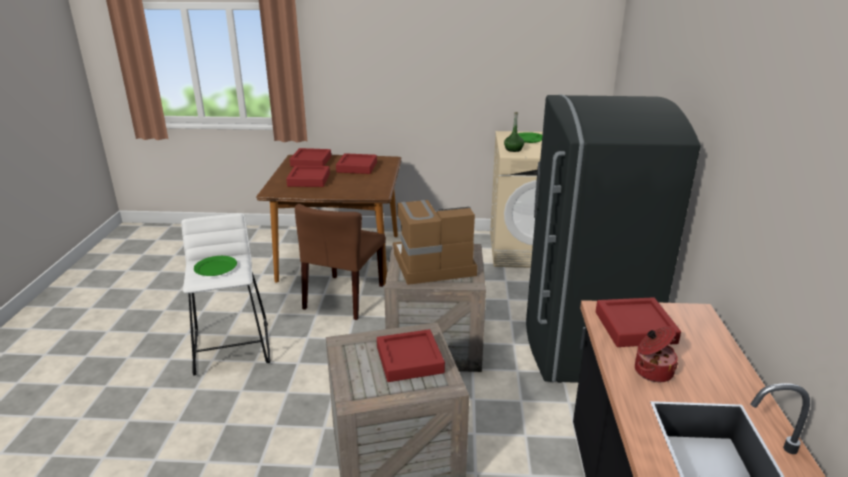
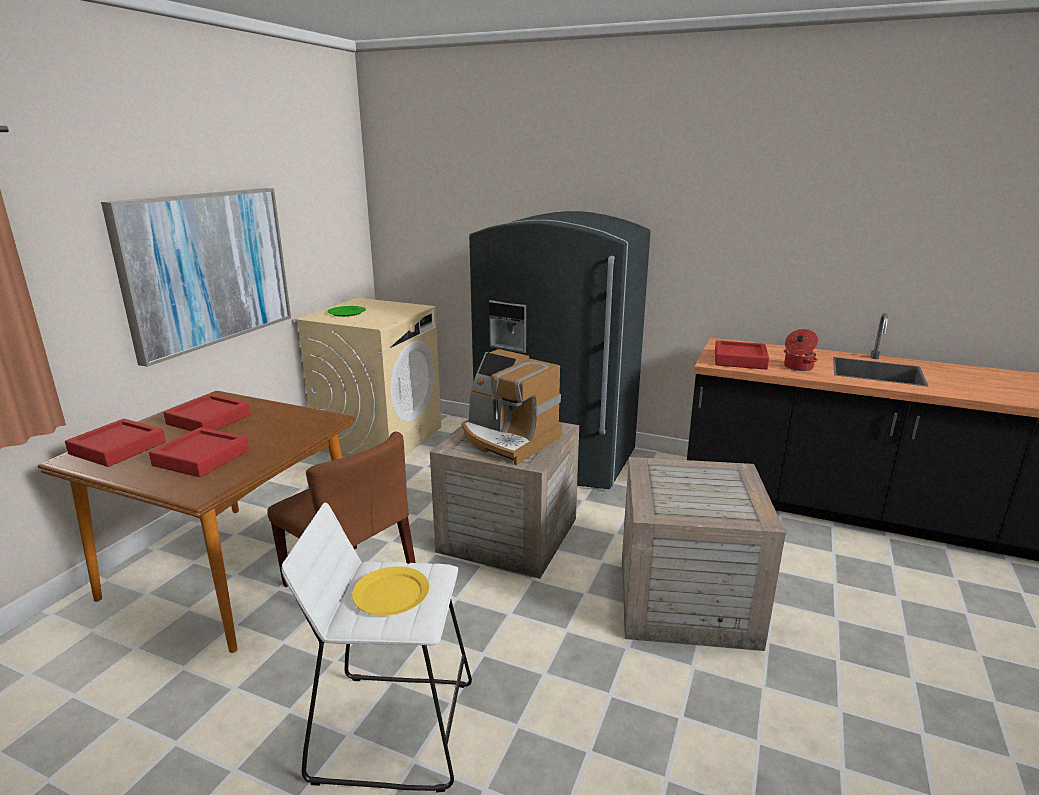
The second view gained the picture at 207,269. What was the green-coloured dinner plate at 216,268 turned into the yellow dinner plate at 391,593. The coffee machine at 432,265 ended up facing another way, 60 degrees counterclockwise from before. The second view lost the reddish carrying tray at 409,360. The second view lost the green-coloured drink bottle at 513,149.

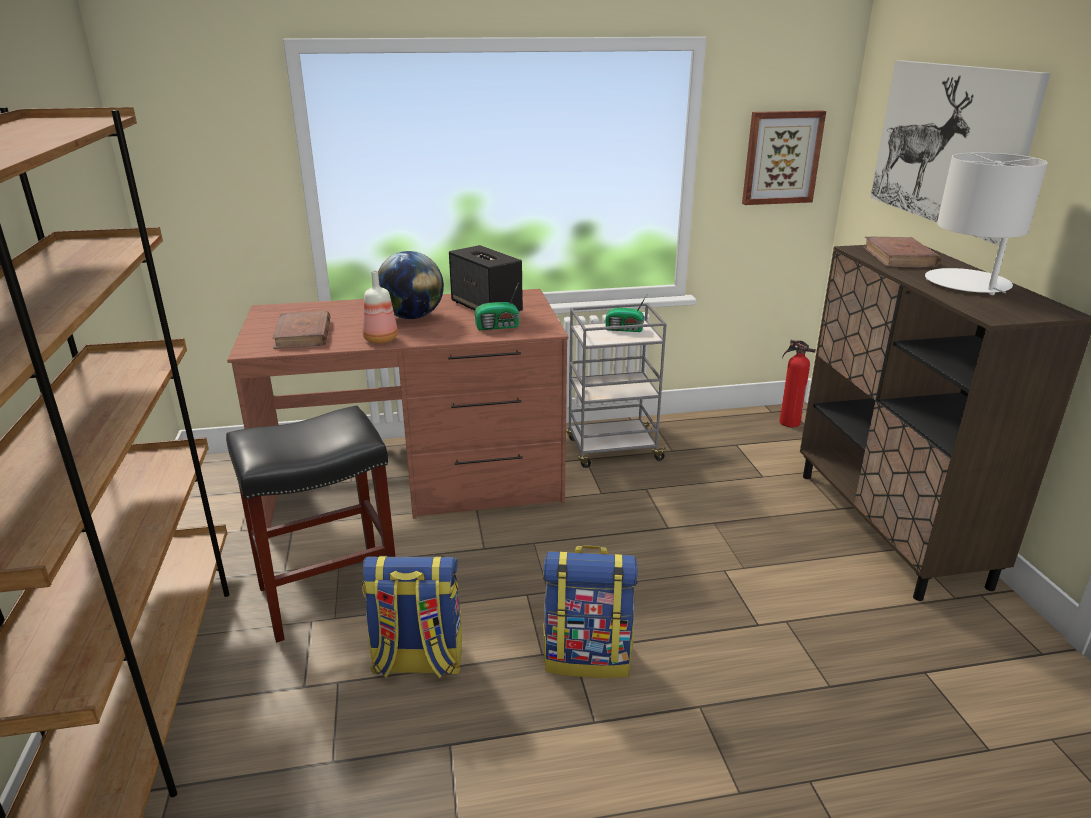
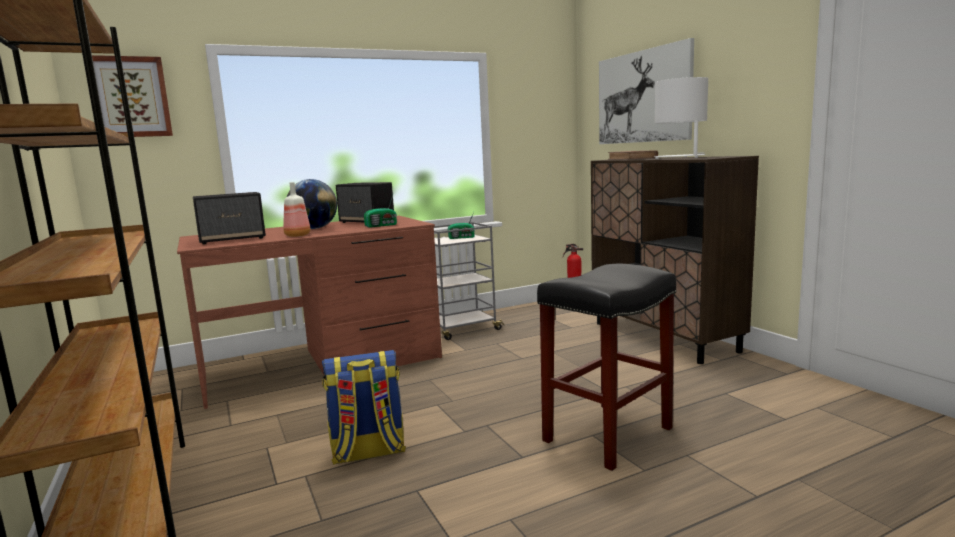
The picture ended up elsewhere, having gone from 781,157 to 130,97. Where the brownish bound book stood at 303,334, the speaker came to stand at 233,239. The black stool seat ended up elsewhere, having gone from 327,595 to 607,435. The second view lost the knapsack at 588,656.

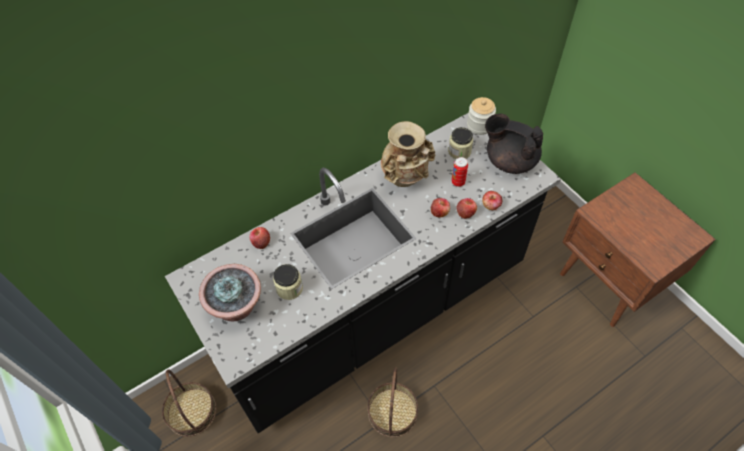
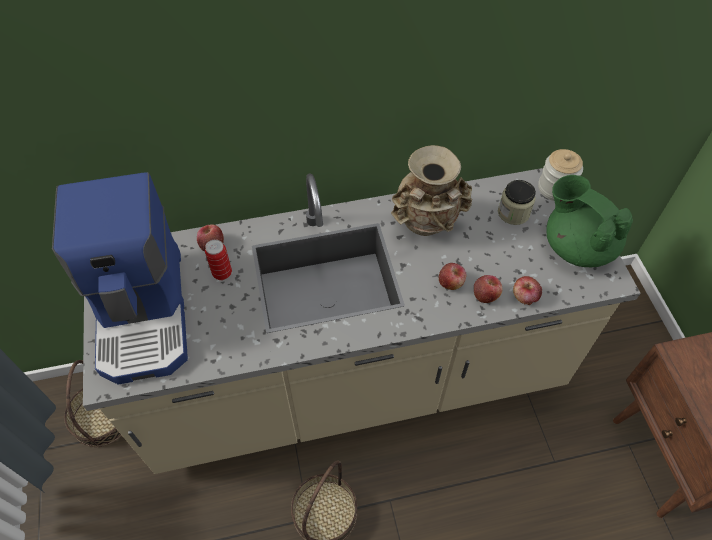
Where the houseplant stood at 237,306, the coffee machine came to stand at 145,313. What was the black kitchen base unit at 375,314 turned into the beige-coloured kitchen base unit at 356,383. The can ended up elsewhere, having gone from 458,182 to 222,273. What was the black tea pot at 509,160 turned into the green-coloured tea pot at 577,246. The second view lost the preserve jar at 289,288.

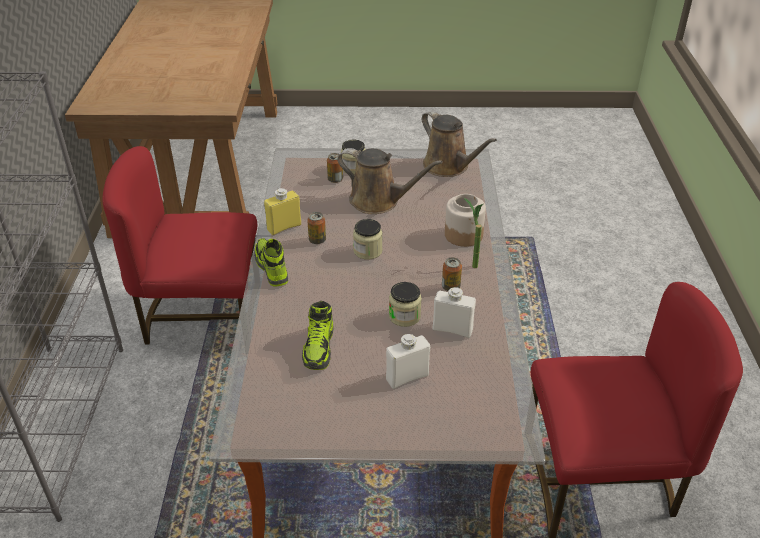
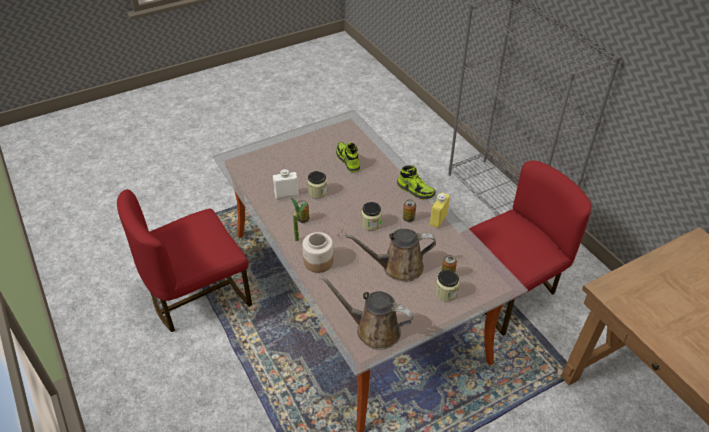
The second view lost the white-coloured drink bottle at 407,377.

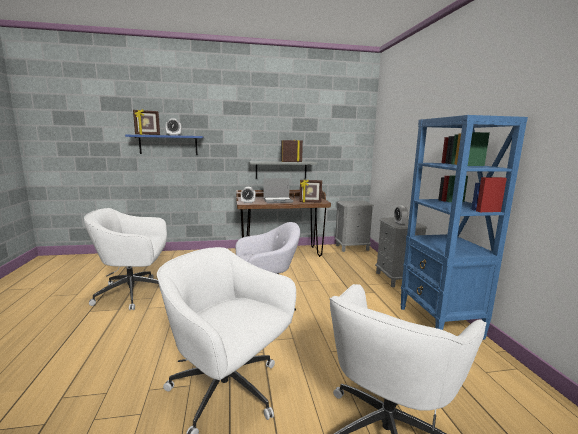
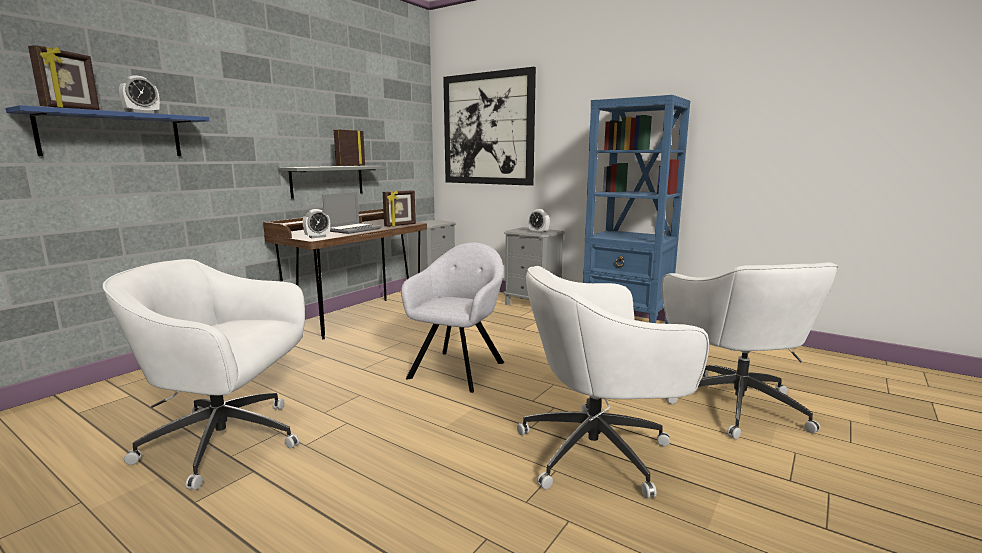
The white-coloured office chair at 135,293 ended up facing another way, 60 degrees clockwise from before. The second view gained the picture at 488,129.

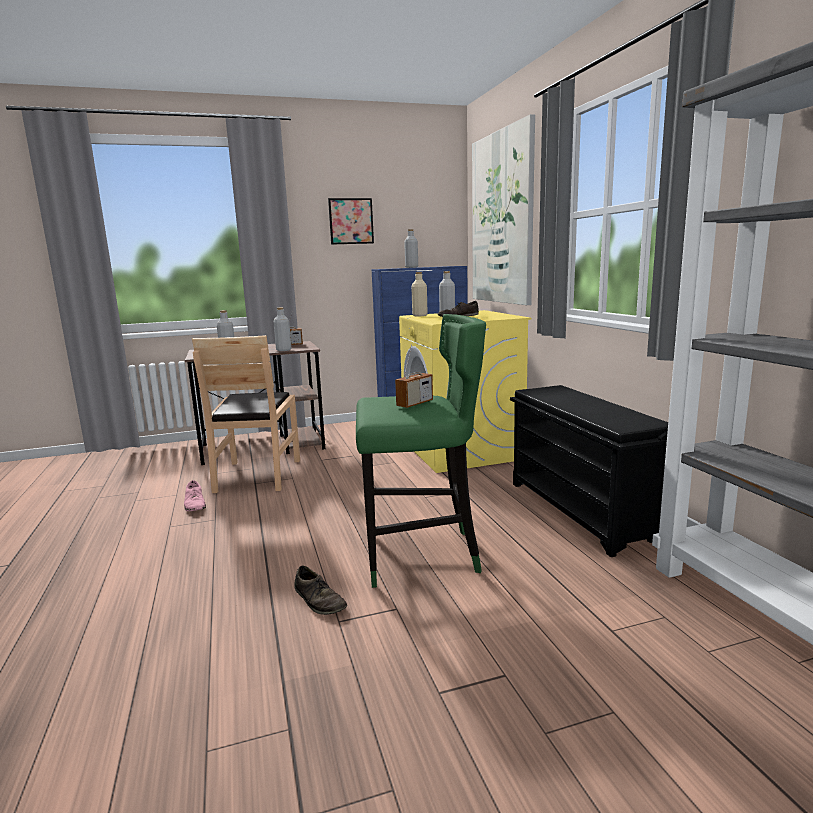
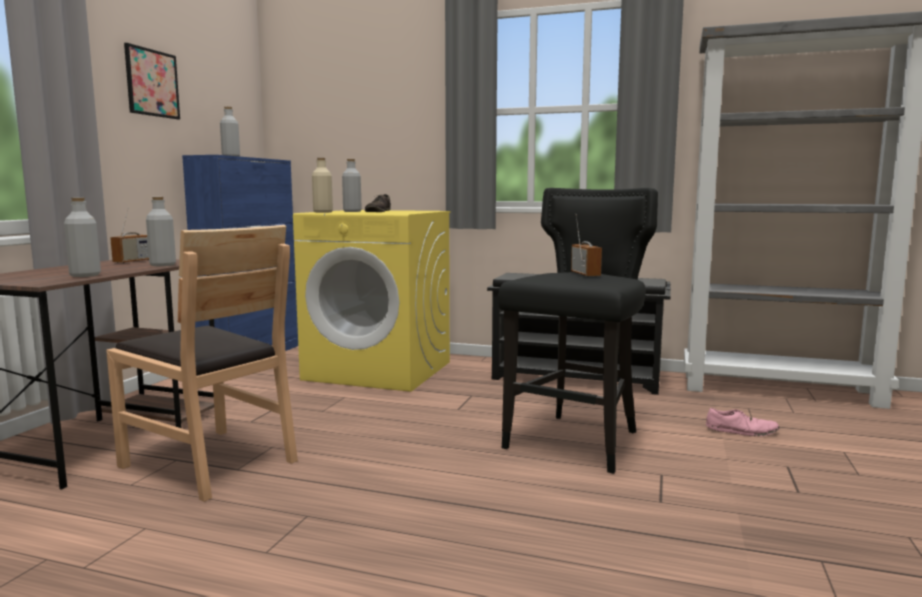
What was the green-coloured stool seat at 422,555 turned into the black stool seat at 577,441. The pinkish low shoe ended up elsewhere, having gone from 195,504 to 741,431. The second view lost the brownish low shoe at 319,600. The second view lost the picture at 502,219.

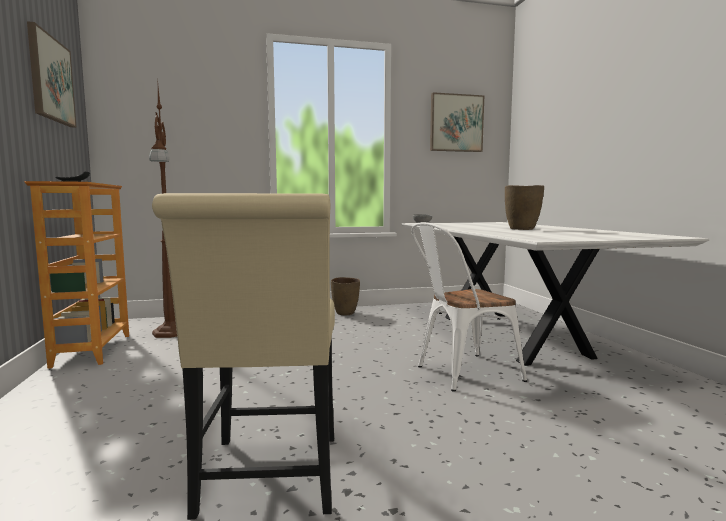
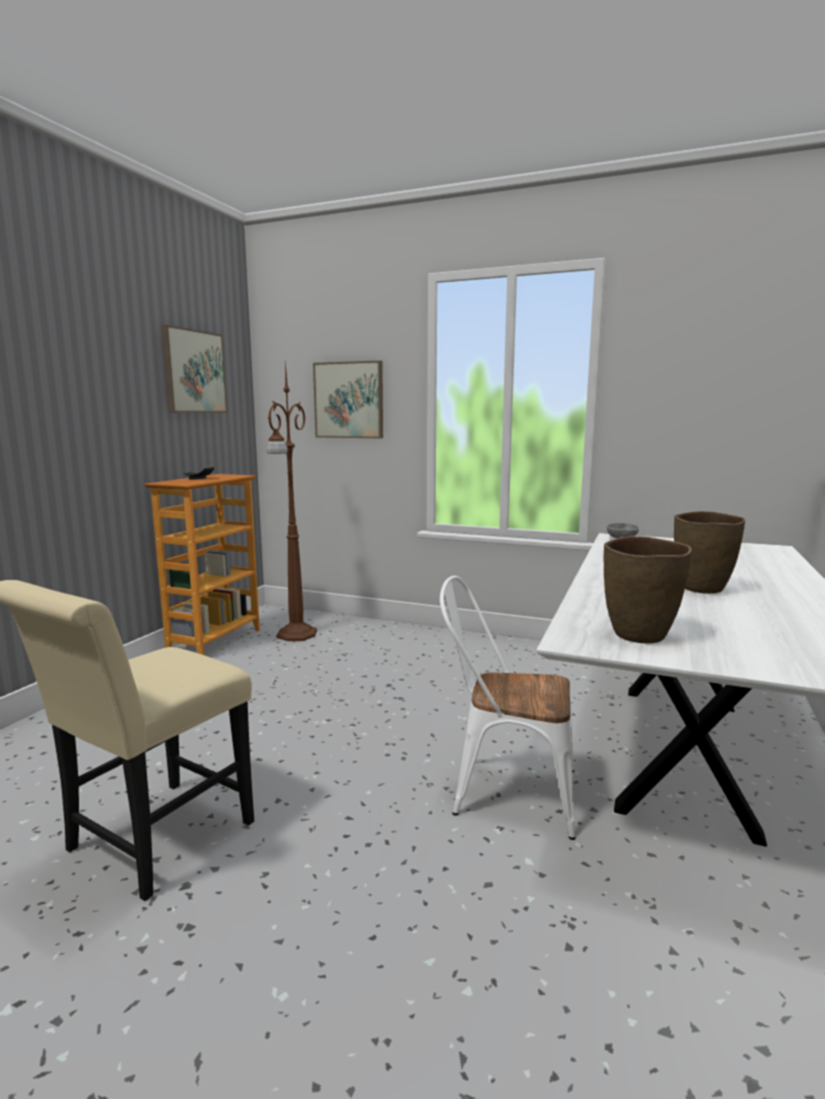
The picture ended up elsewhere, having gone from 456,123 to 349,400. The brownish flower vase ended up elsewhere, having gone from 345,313 to 639,636.

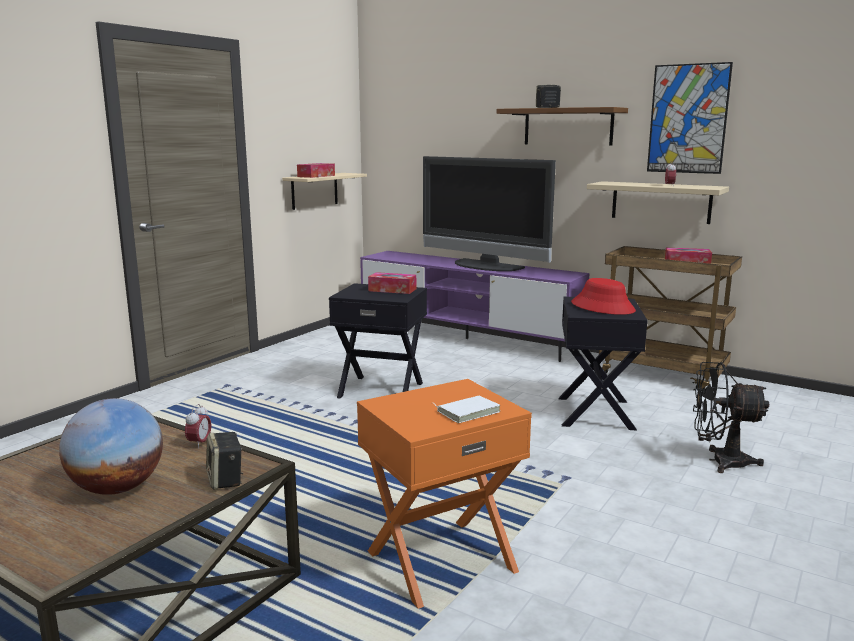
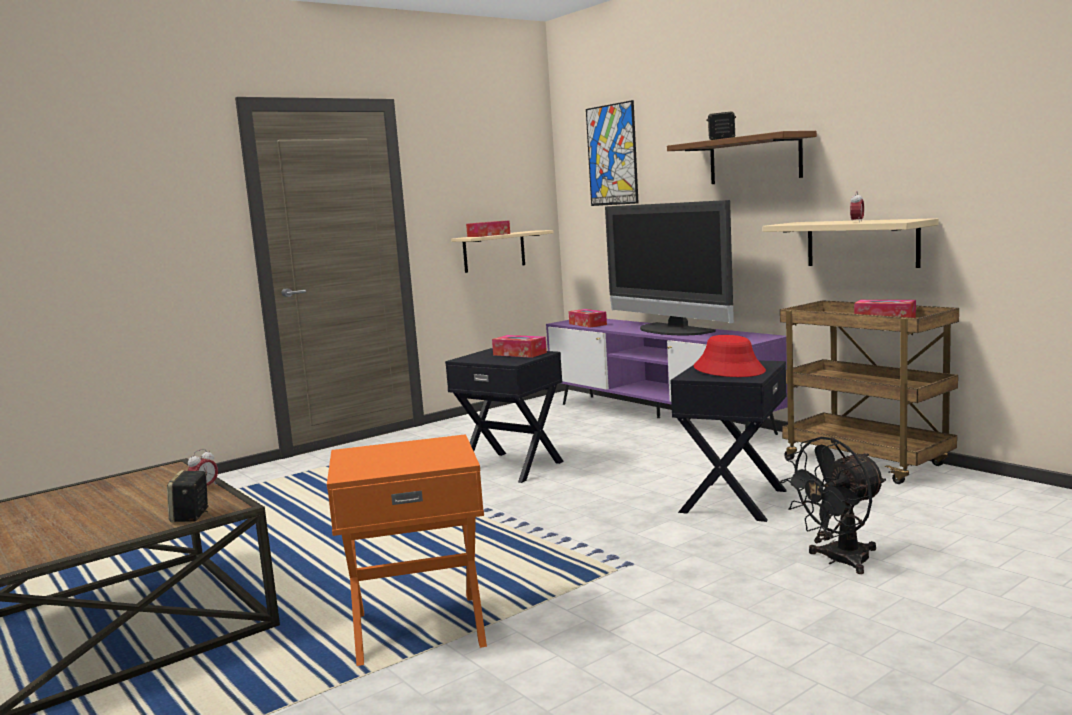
The second view gained the tissue holder at 587,324. The picture ended up elsewhere, having gone from 688,119 to 612,155. The black electric fan at 720,461 ended up facing another way, 60 degrees counterclockwise from before. The second view lost the globe at 117,488. The second view lost the white-coloured bound book at 467,411.

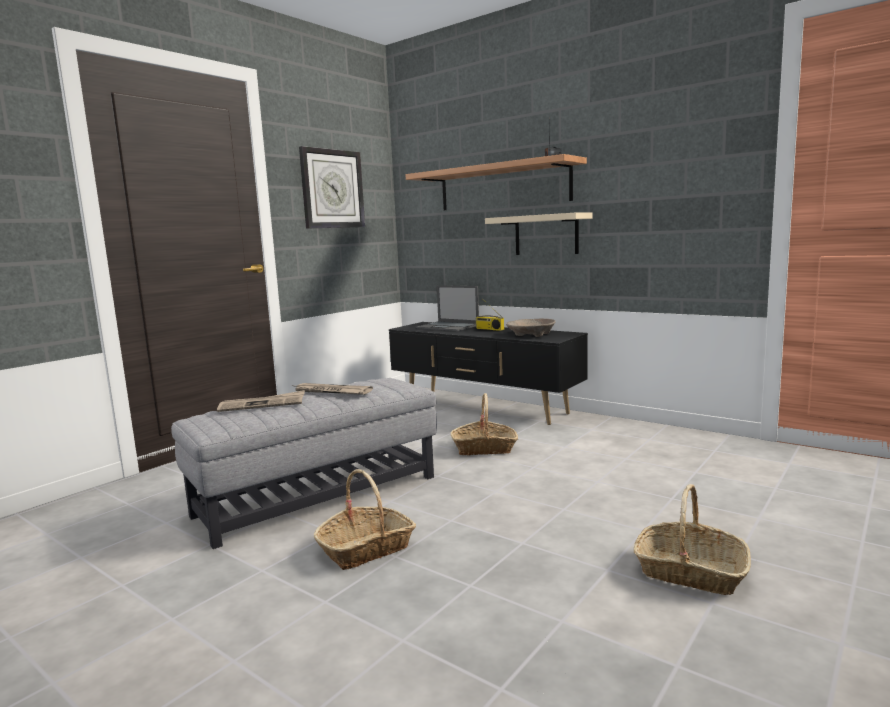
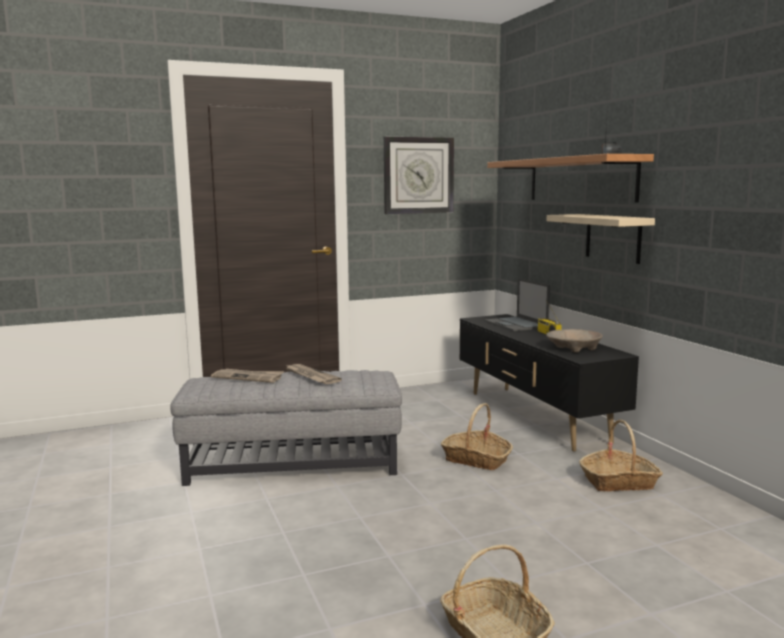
The household basket ended up elsewhere, having gone from 366,548 to 619,482.

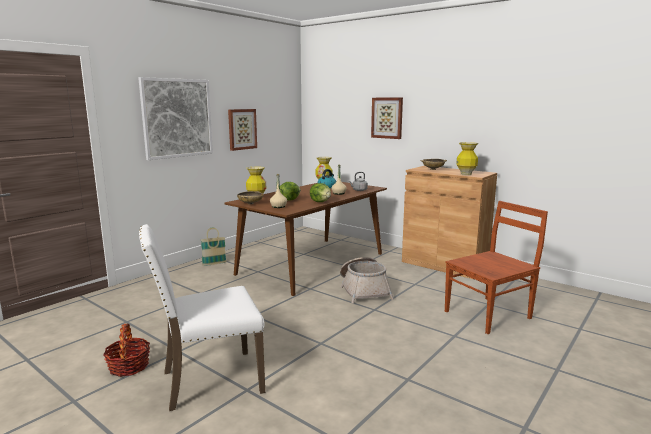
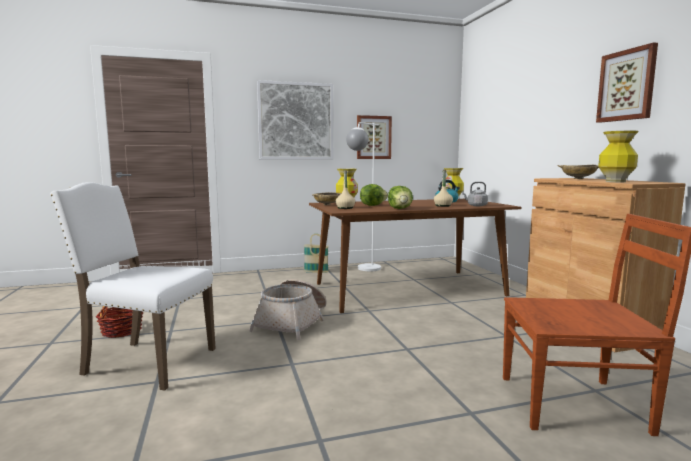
The household basket ended up elsewhere, having gone from 364,290 to 292,322. The second view gained the white-coloured floor lamp at 364,270. The picture ended up elsewhere, having gone from 387,118 to 627,85.

